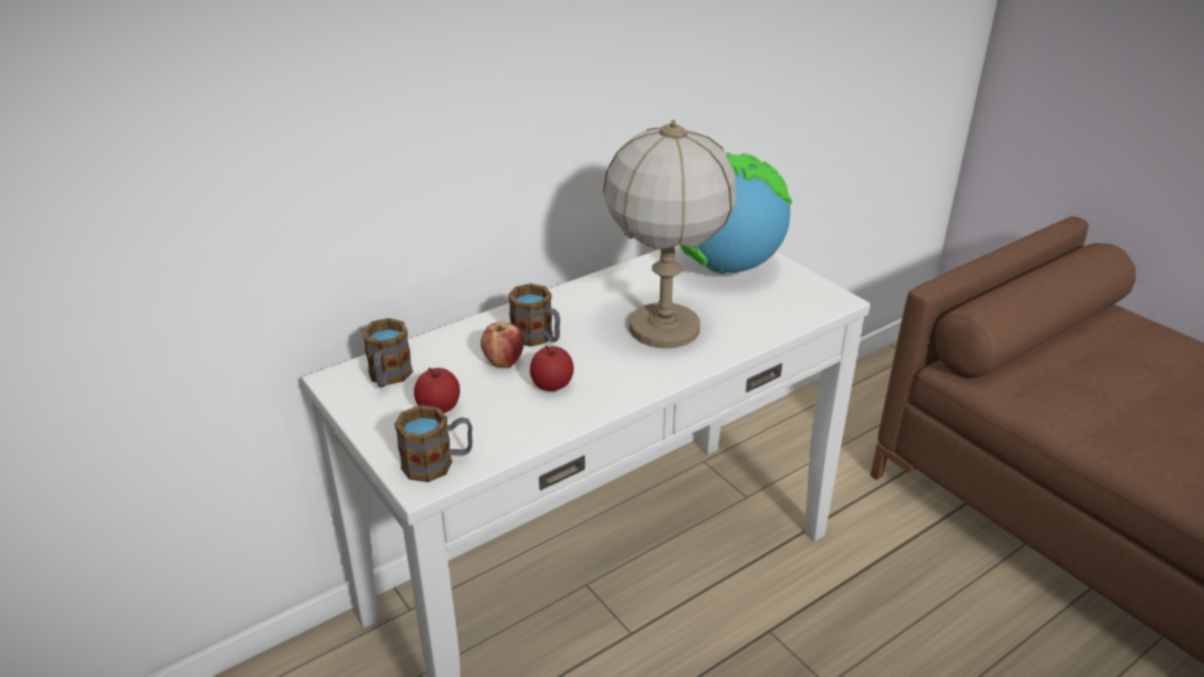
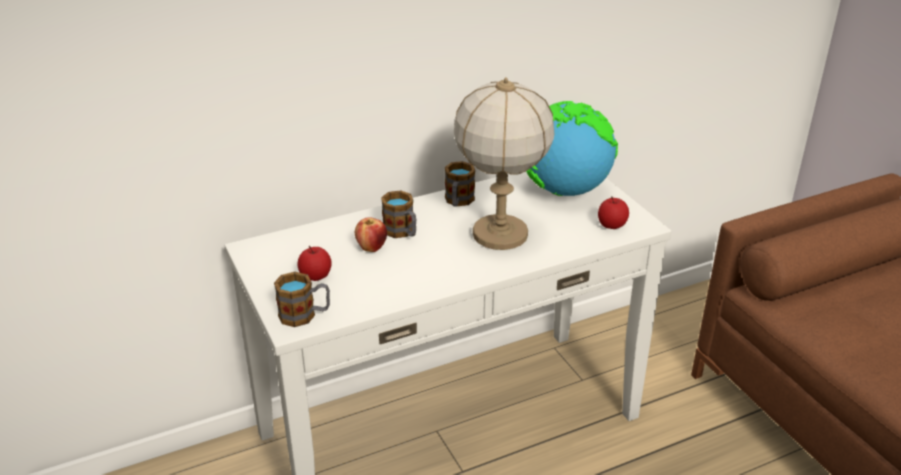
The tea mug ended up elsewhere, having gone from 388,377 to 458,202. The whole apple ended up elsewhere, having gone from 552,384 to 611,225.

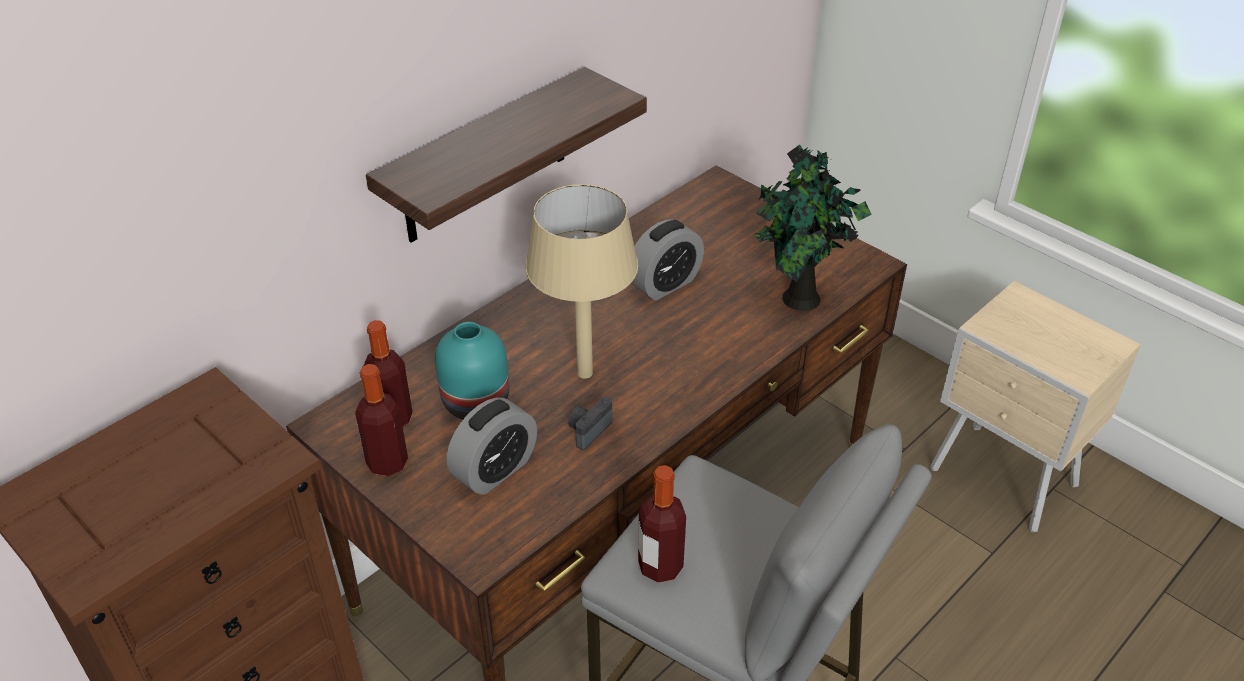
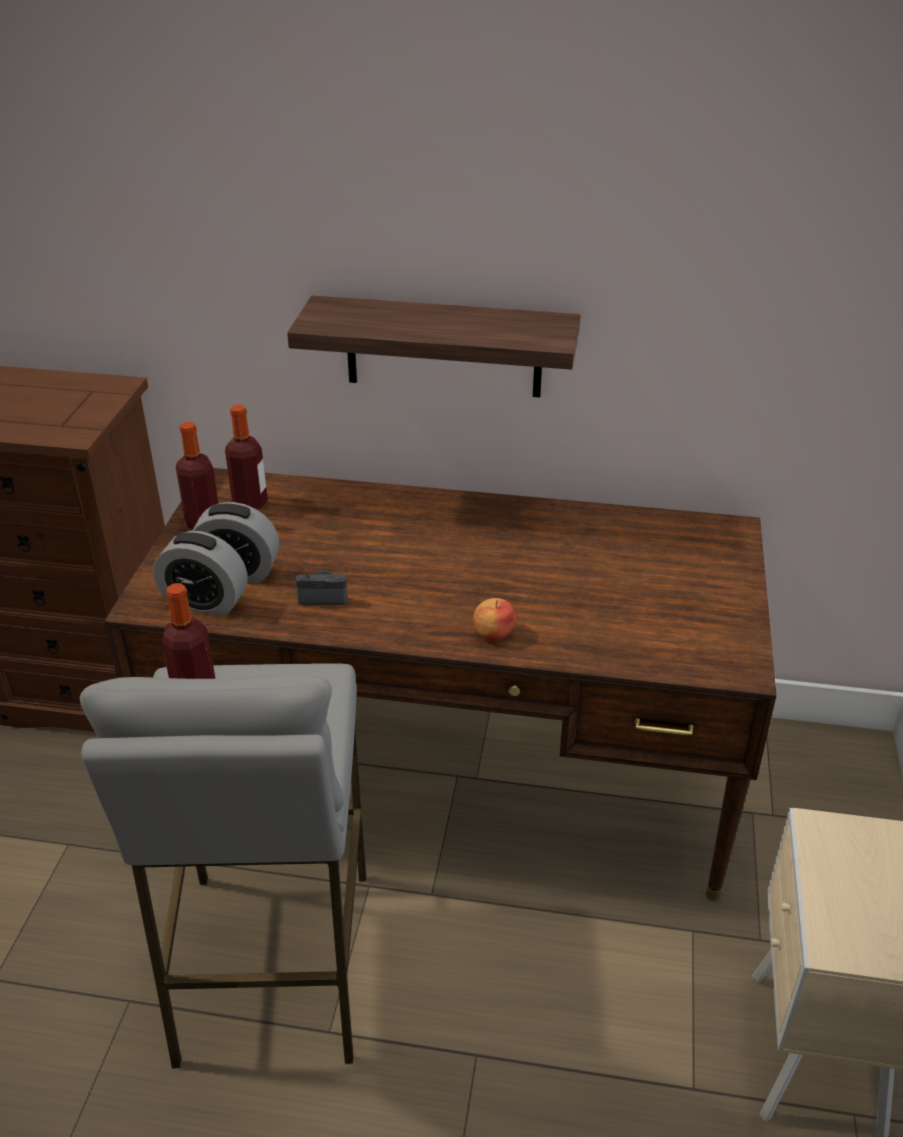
The alarm clock ended up elsewhere, having gone from 665,284 to 205,602. The second view gained the whole apple at 493,633. The second view lost the blue-green flower vase at 477,401. The second view lost the beige-coloured lamp for a table at 584,373. The second view lost the houseplant at 799,300.

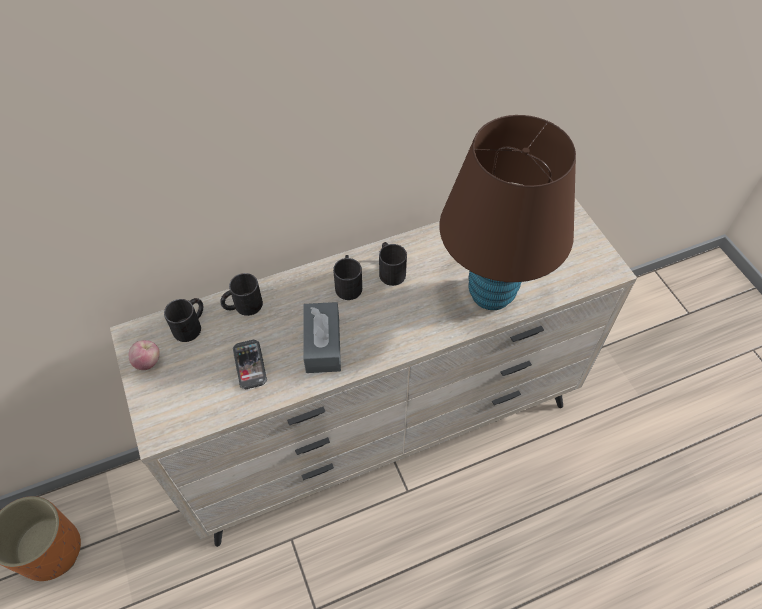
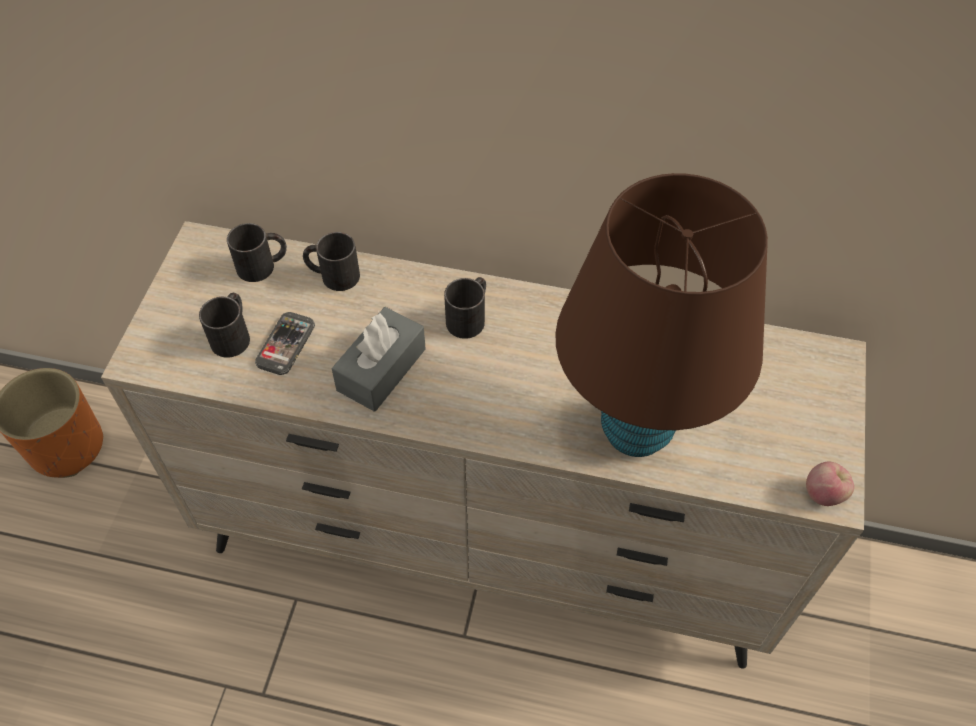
The black tea mug ended up elsewhere, having gone from 390,270 to 233,334. The whole apple ended up elsewhere, having gone from 148,362 to 823,493.

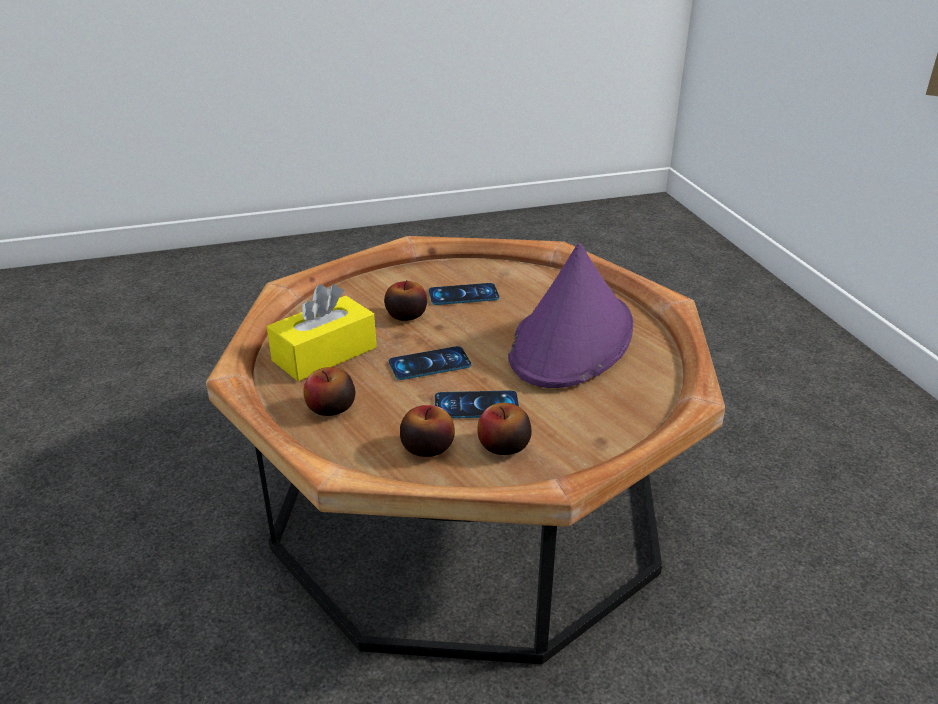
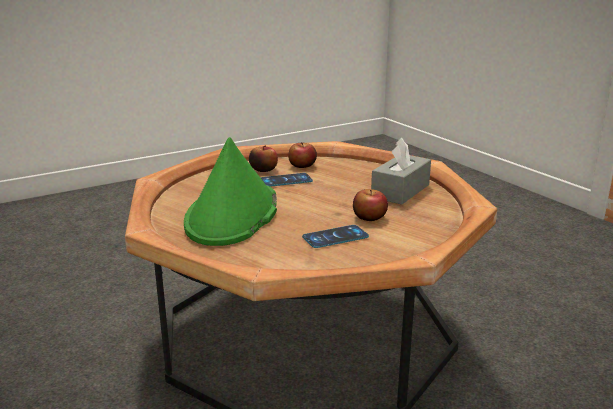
What was the purple wearable hat at 572,341 turned into the green-coloured wearable hat at 232,215. What was the yellow tissue holder at 324,354 turned into the gray tissue holder at 400,191. The second view lost the whole apple at 331,408. The second view lost the handset at 429,364.

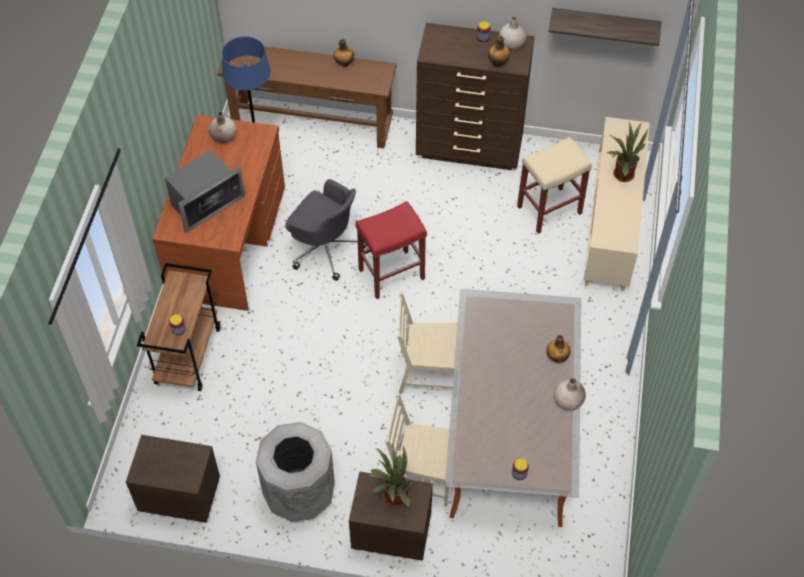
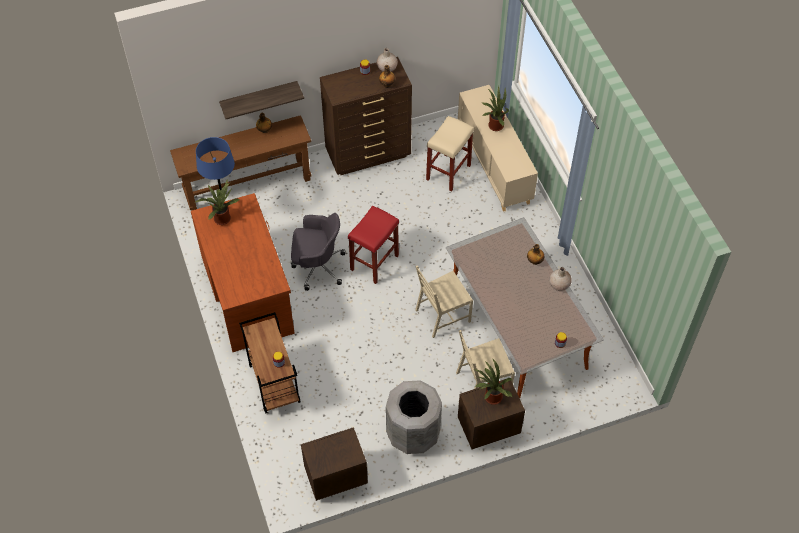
Where the beige-coloured flower vase stood at 223,137, the houseplant came to stand at 221,217. The bracket shelf ended up elsewhere, having gone from 604,24 to 259,97. The second view lost the kitchen microwave at 205,203.

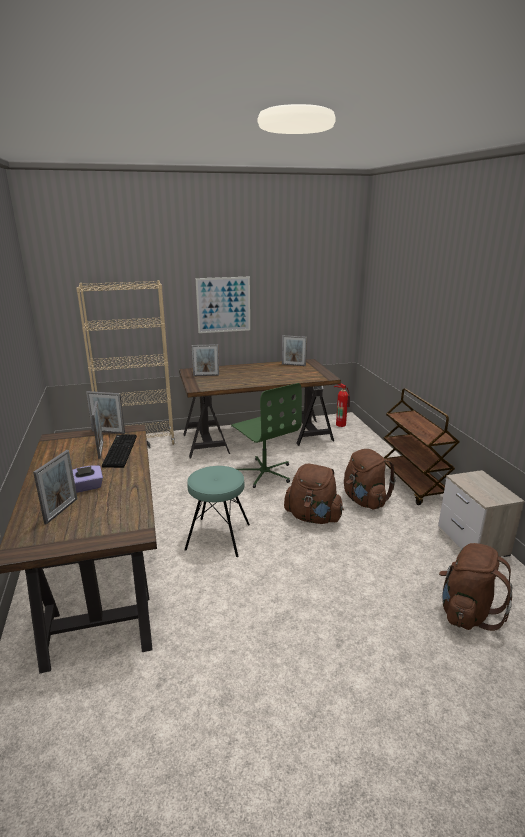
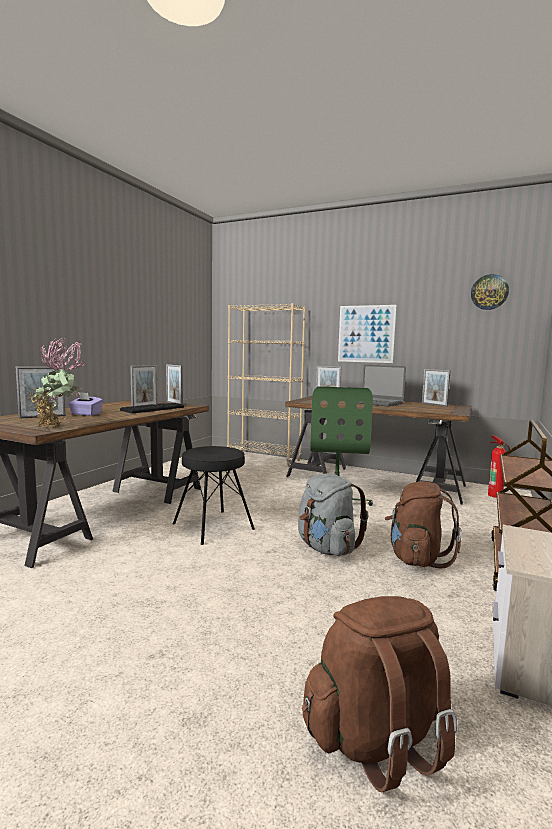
The second view gained the houseplant at 59,426. What was the blue-green stool seat at 218,536 turned into the black stool seat at 213,526. What was the brownish knapsack at 313,517 turned into the gray knapsack at 327,548. The second view gained the notebook computer at 375,403. The second view gained the wall clock at 489,292.

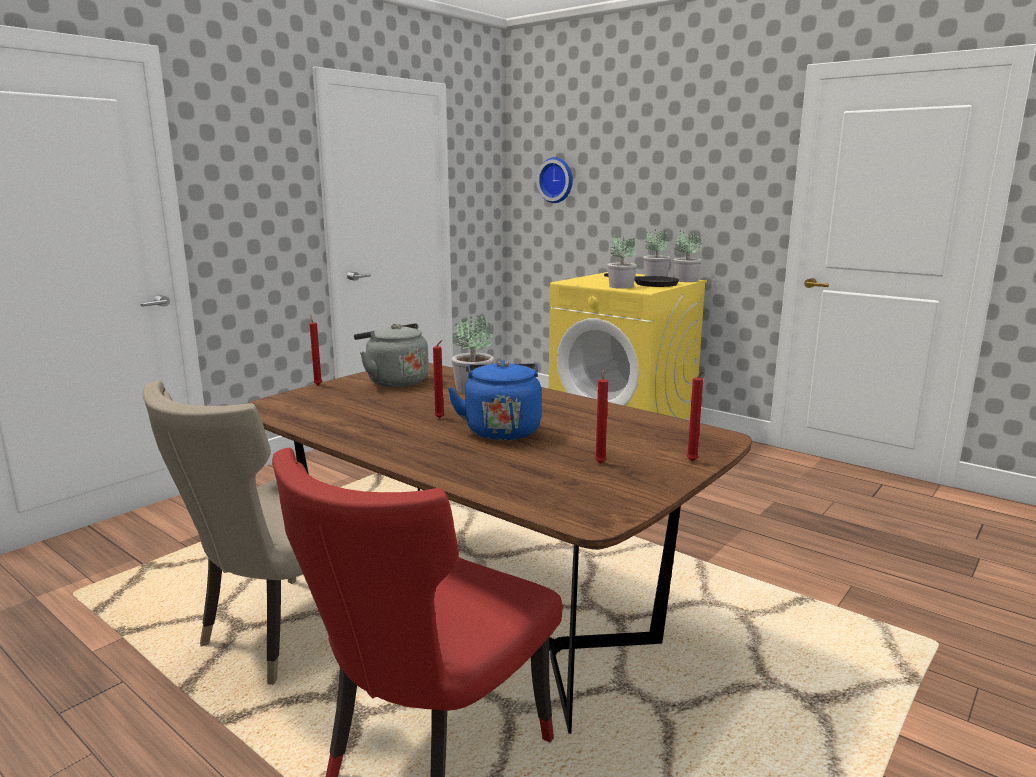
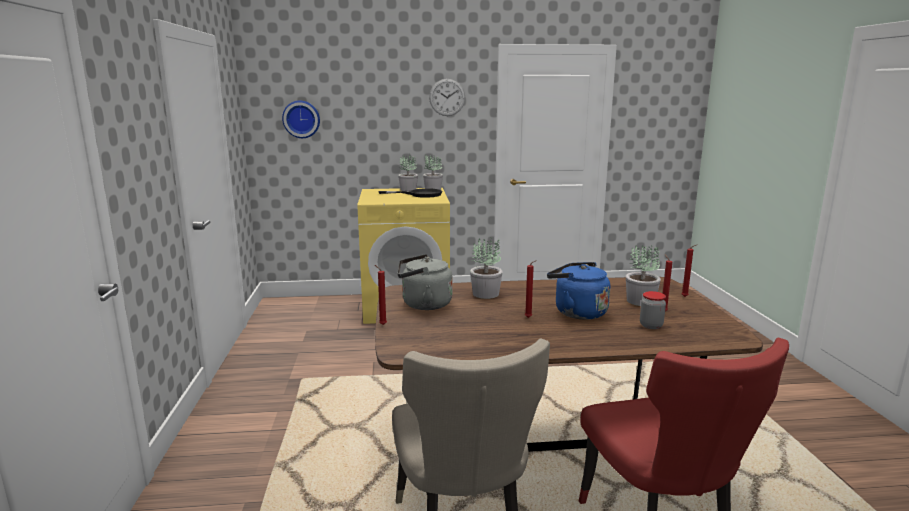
The second view gained the wall clock at 447,97. The houseplant ended up elsewhere, having gone from 621,286 to 641,301. The second view gained the preserve jar at 651,325.

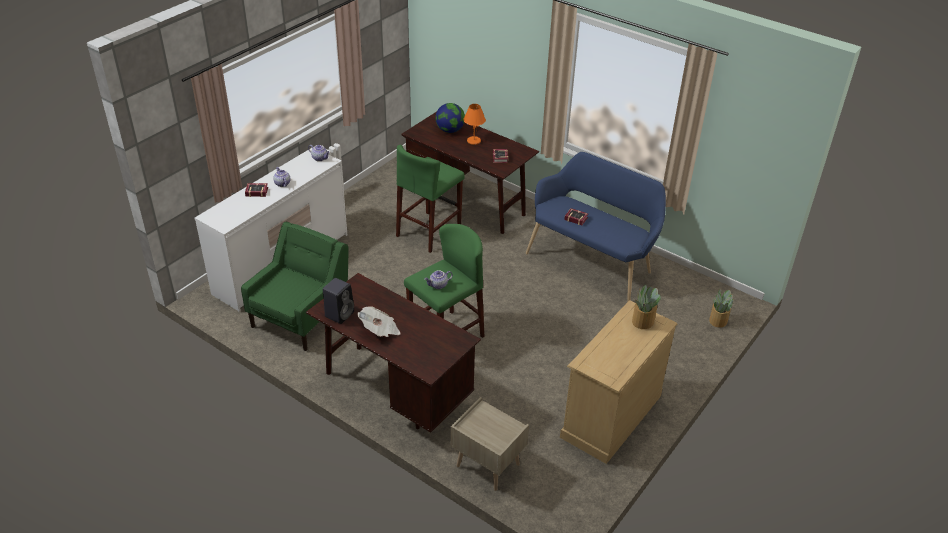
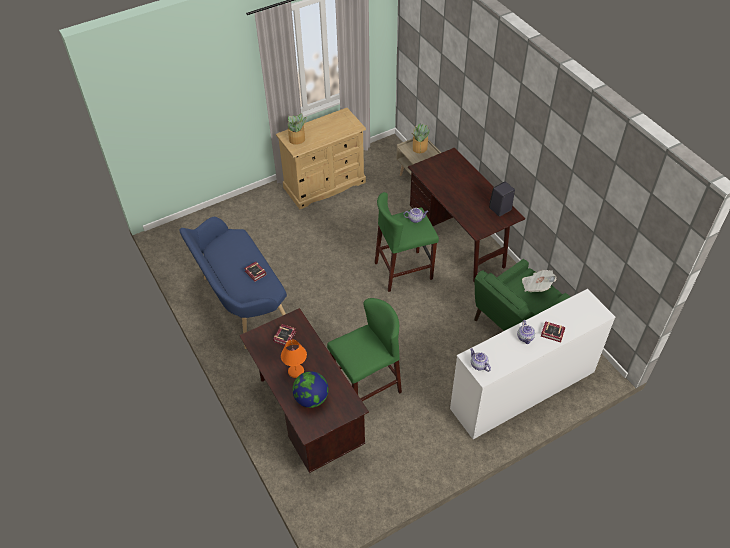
The houseplant ended up elsewhere, having gone from 718,320 to 419,148. The printed paper ended up elsewhere, having gone from 380,330 to 536,286.

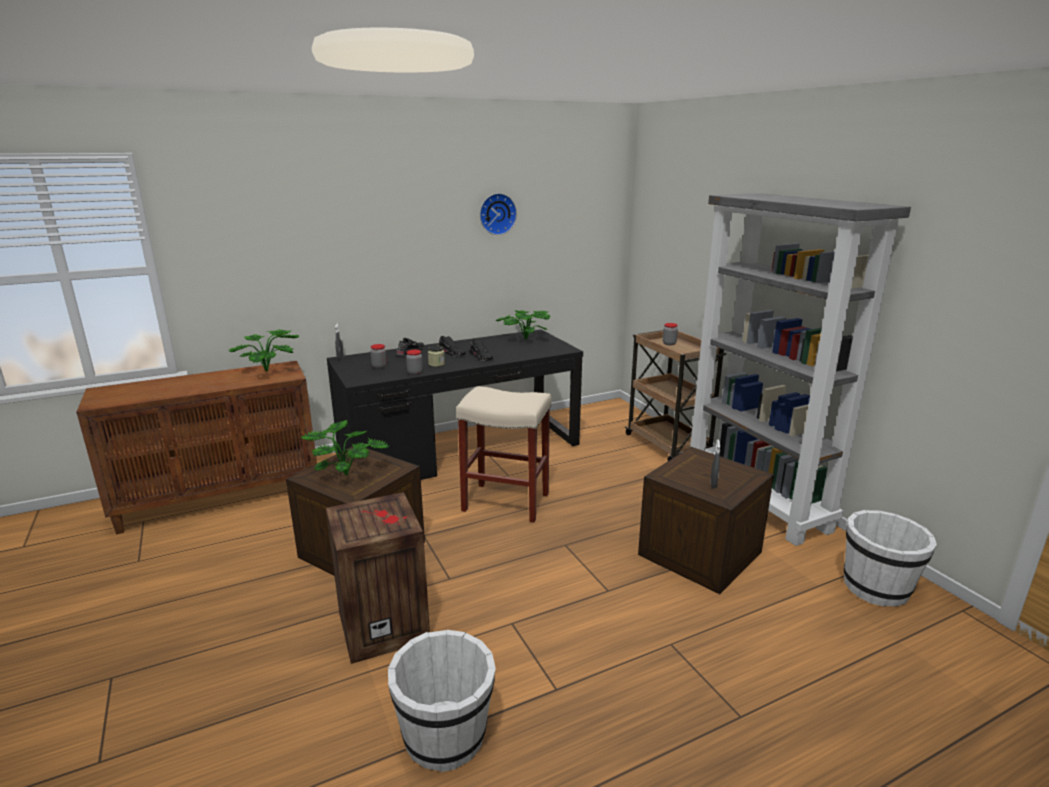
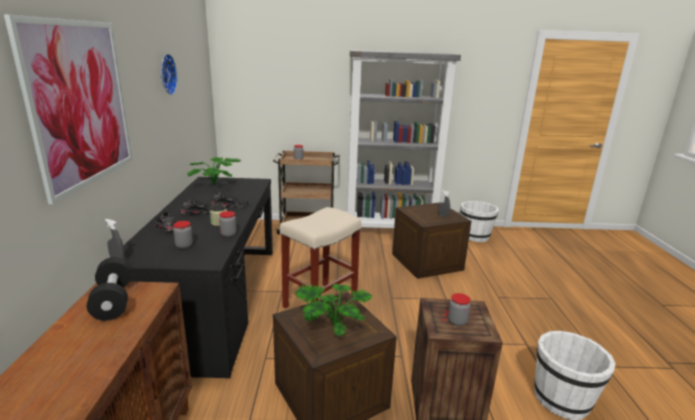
The second view gained the picture at 81,104. Where the houseplant stood at 271,371, the black dumbbell came to stand at 113,301. The second view gained the preserve jar at 457,322.

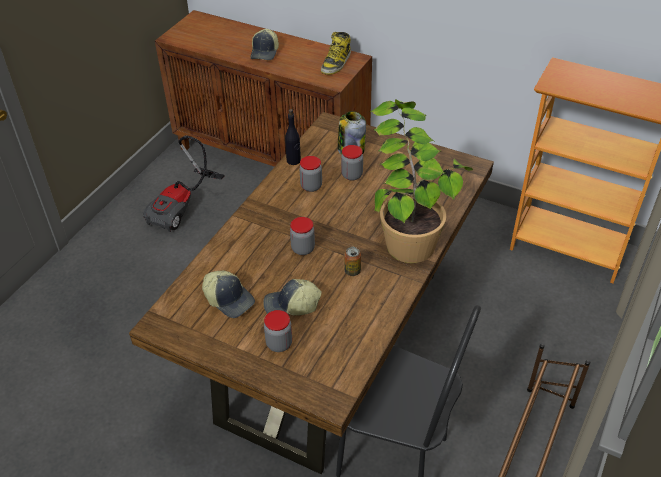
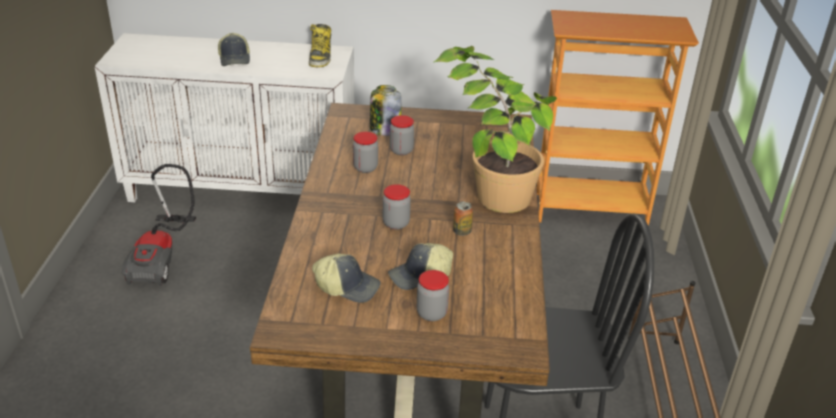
What was the brownish cupboard at 272,158 turned into the white-coloured cupboard at 243,190. The second view lost the black drink bottle at 293,161.

